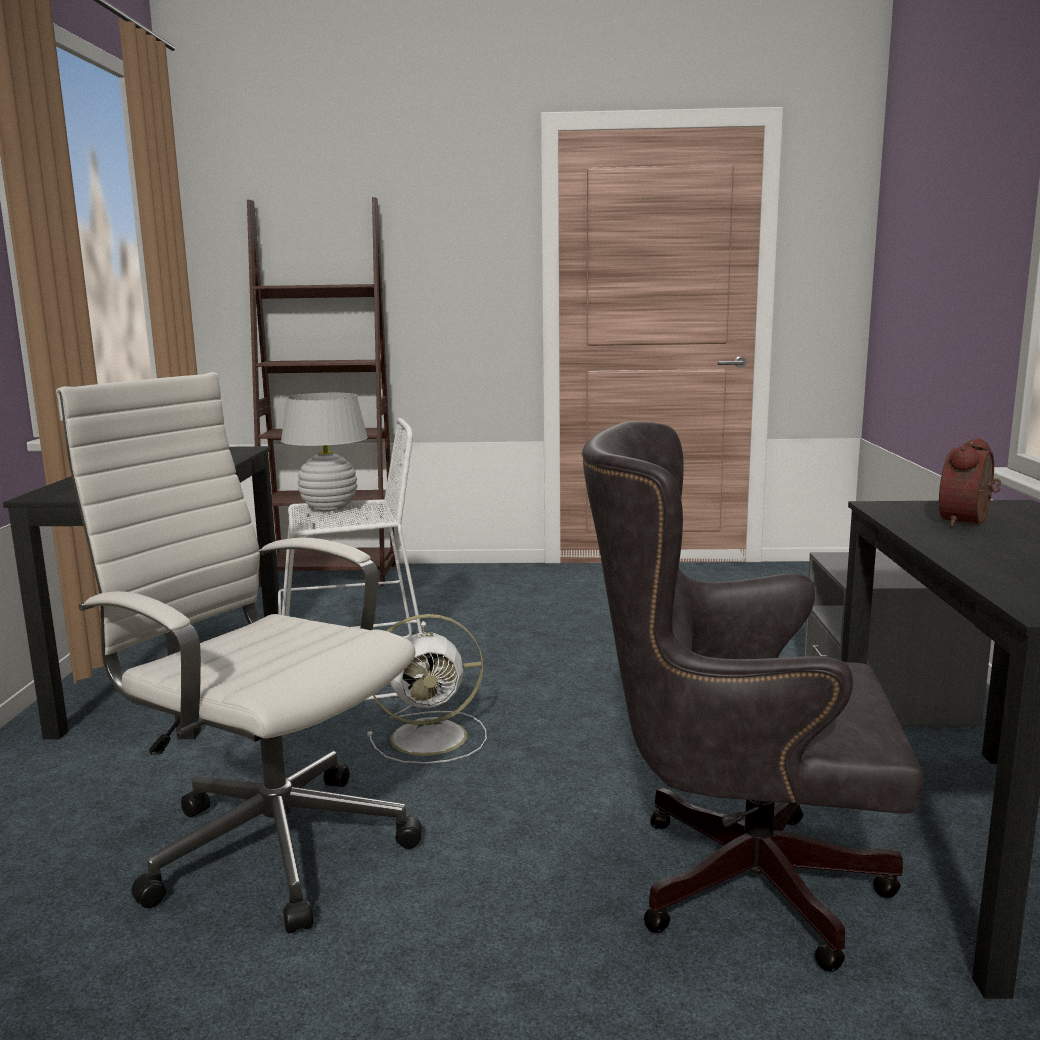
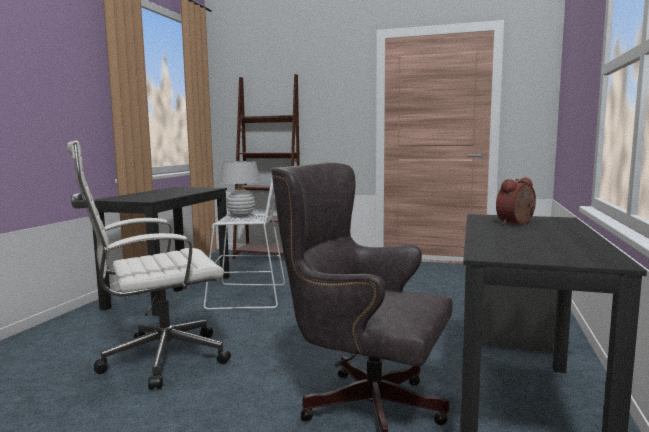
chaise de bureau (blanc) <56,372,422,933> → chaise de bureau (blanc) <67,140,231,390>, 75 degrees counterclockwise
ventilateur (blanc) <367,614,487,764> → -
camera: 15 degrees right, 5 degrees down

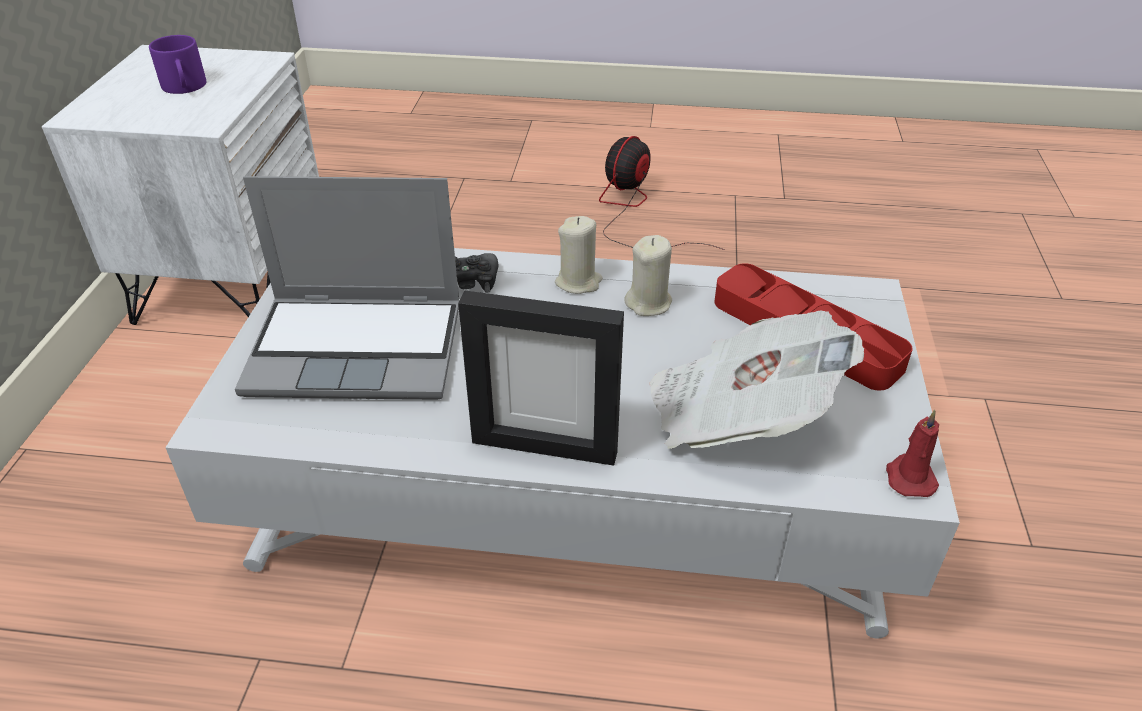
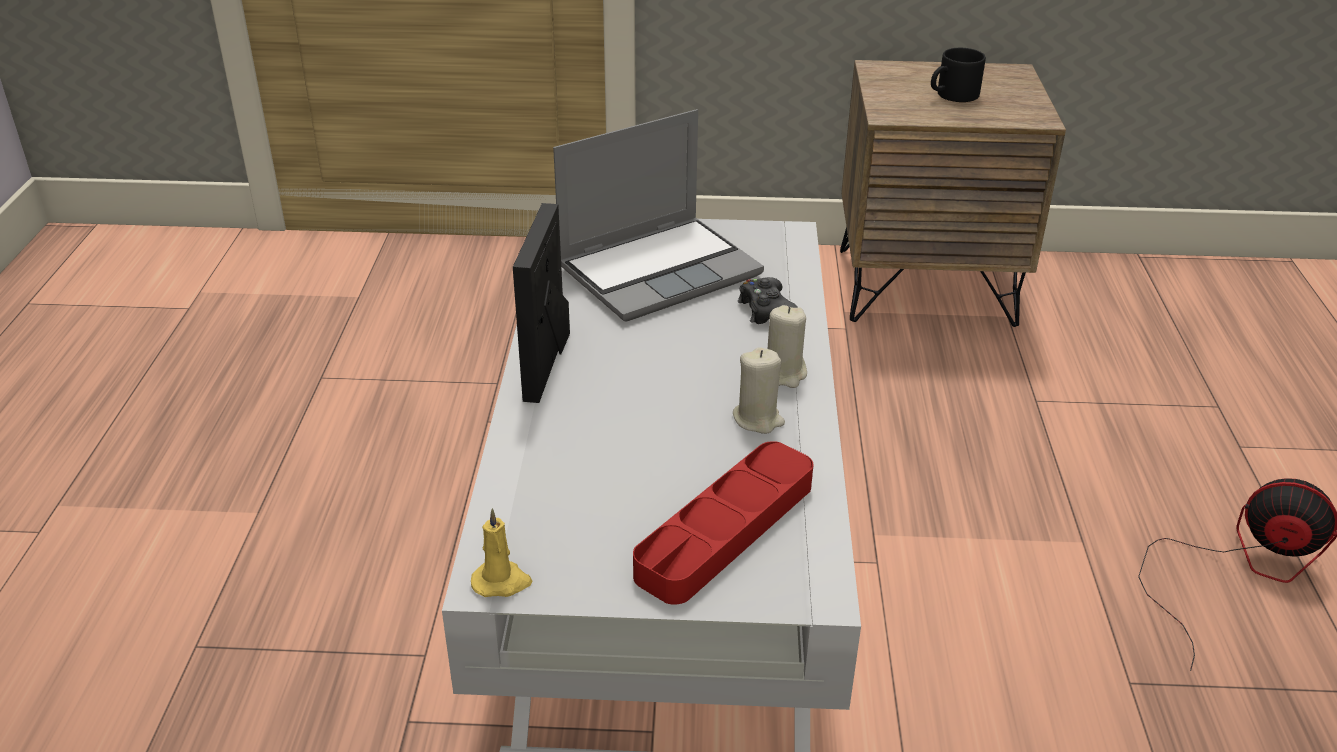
mug (violet) <149,35,206,94> → mug (noir) <931,48,986,102>
table de chevet (blanc) <42,45,319,325> → table de chevet (marron) <840,60,1066,327>
ordinateur portable <235,176,459,400> → ordinateur portable <553,109,764,322>, 120 degrees counterclockwise
journal <649,311,864,449> → -
bougie (rouge) <886,410,939,497> → bougie (jaune) <471,508,532,597>
camera: 85 degrees right, 5 degrees down

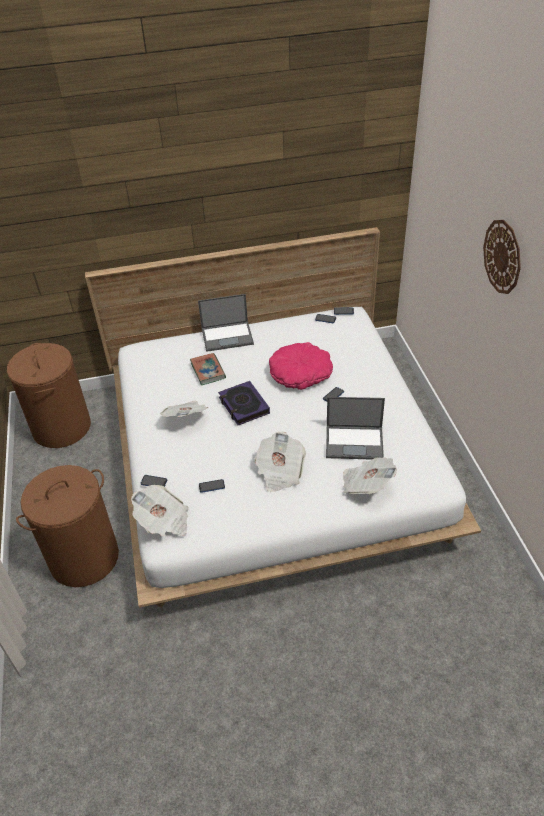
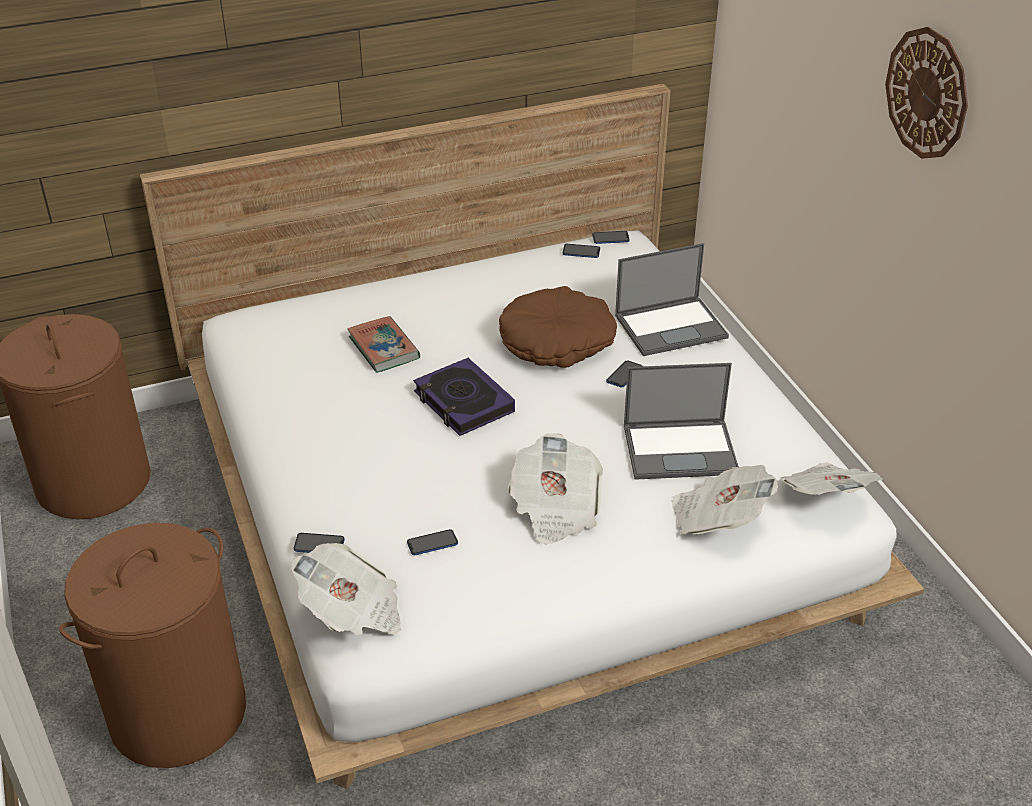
ordinateur portable <198,294,254,352> → ordinateur portable <615,243,729,356>, move
coussin (rose) <269,342,333,390> → coussin (marron) <499,286,617,368>
journal <160,401,208,417> → journal <781,463,882,495>, move
camera: 10 degrees left, 5 degrees down

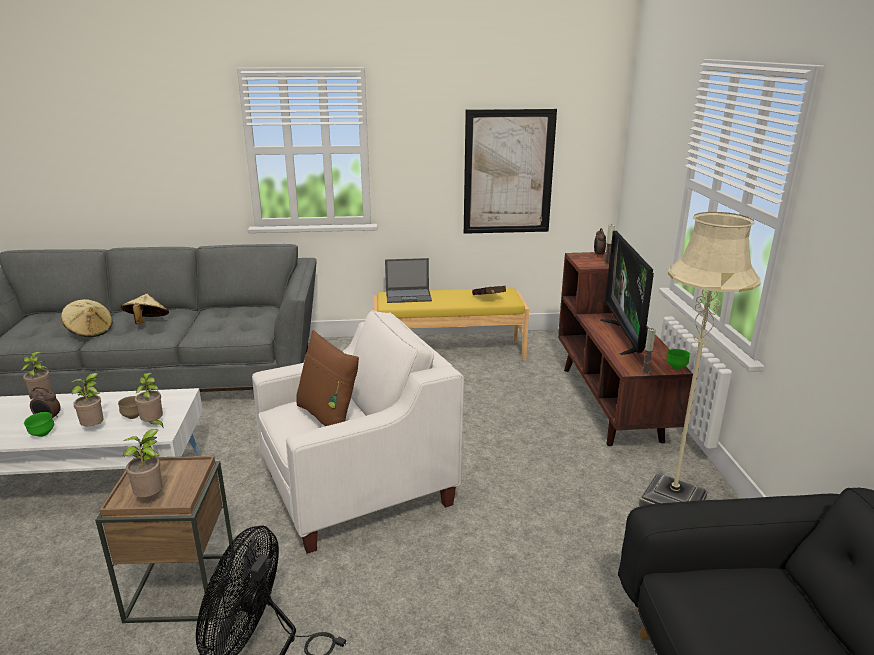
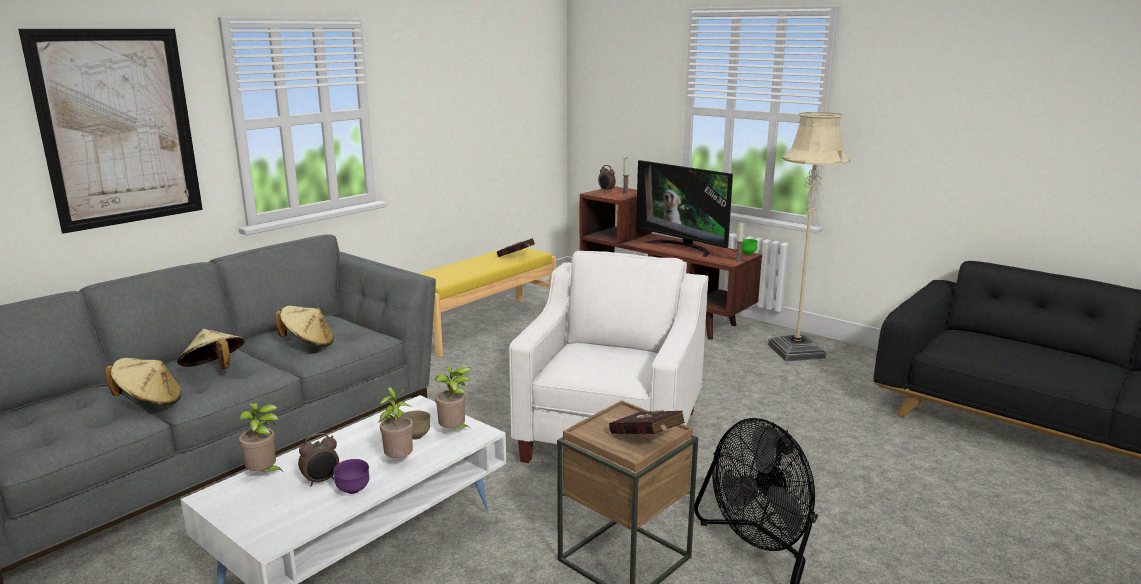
tableau <464,109,557,234> → tableau <18,29,203,233>, move
ordinateur portable <385,258,432,303> → -
coussin (marron) <296,330,359,426> → -
bol (vert) <24,412,54,437> → bol (violet) <333,459,369,494>
plante en pot <123,429,167,497> → livre (rouge) <609,411,685,434>
- → chapeau (beige) <275,306,334,347>
camera: 45 degrees left, 5 degrees down

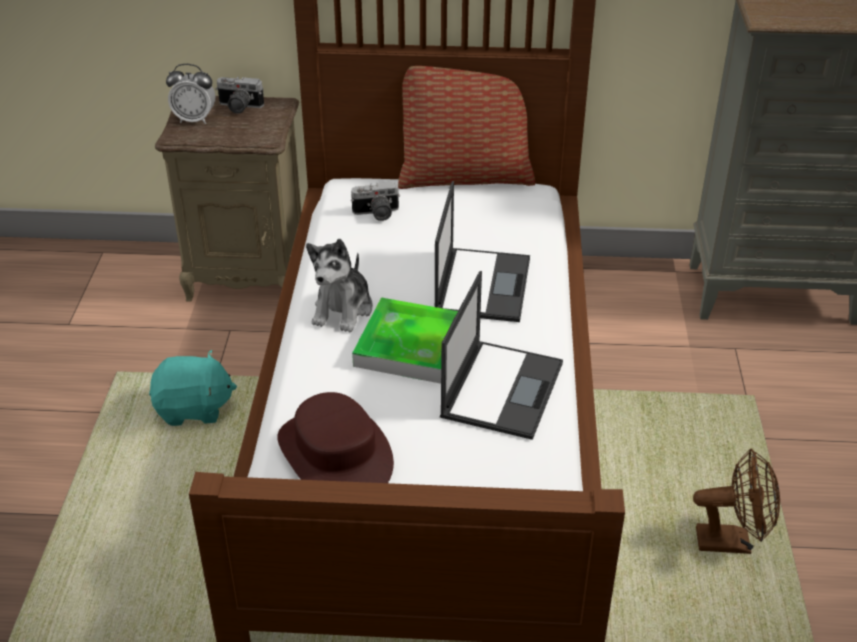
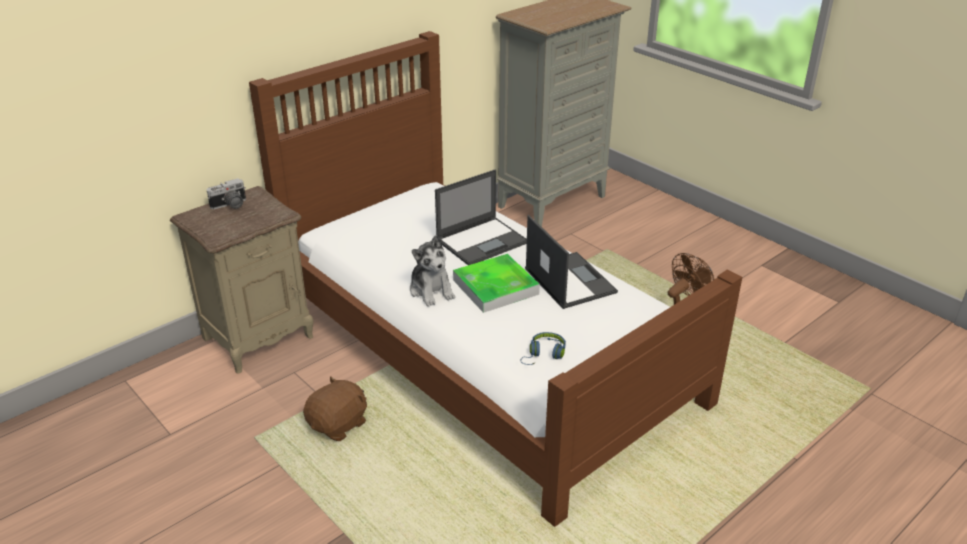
réveil <166,64,215,124> → -
coussin <398,66,535,189> → -
appareil photo <351,181,400,221> → -
ordinateur portable <435,181,530,322> → ordinateur portable <435,169,527,265>, 90 degrees clockwise
peluche (turquoise) <149,350,237,426> → peluche (marron) <303,376,367,441>
chapeau (marron) <277,392,394,483> → casque audio (bleu) <520,332,566,365>
camera: 45 degrees left, 5 degrees down

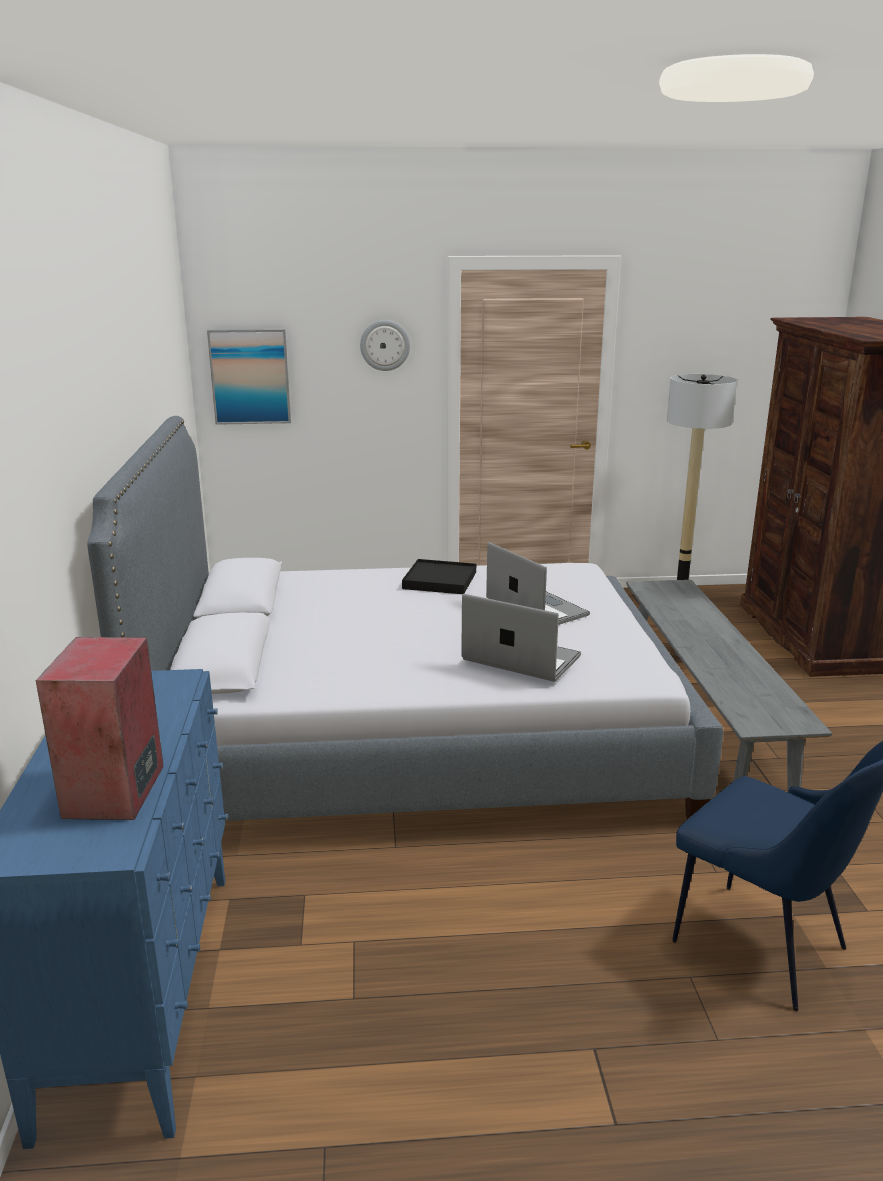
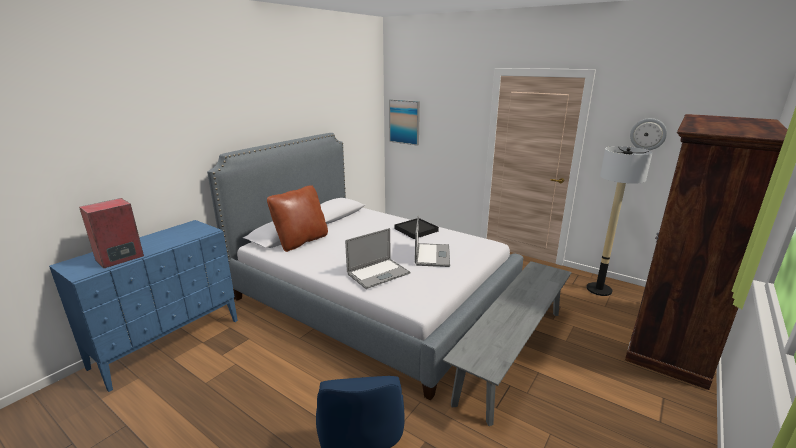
horloge murale <360,320,410,371> → horloge murale <630,118,667,150>, move
ordinateur portable <461,594,581,682> → ordinateur portable <345,228,410,289>, 75 degrees clockwise
- → coussin (marron) <267,185,328,252>
camera: 40 degrees right, 0 degrees up

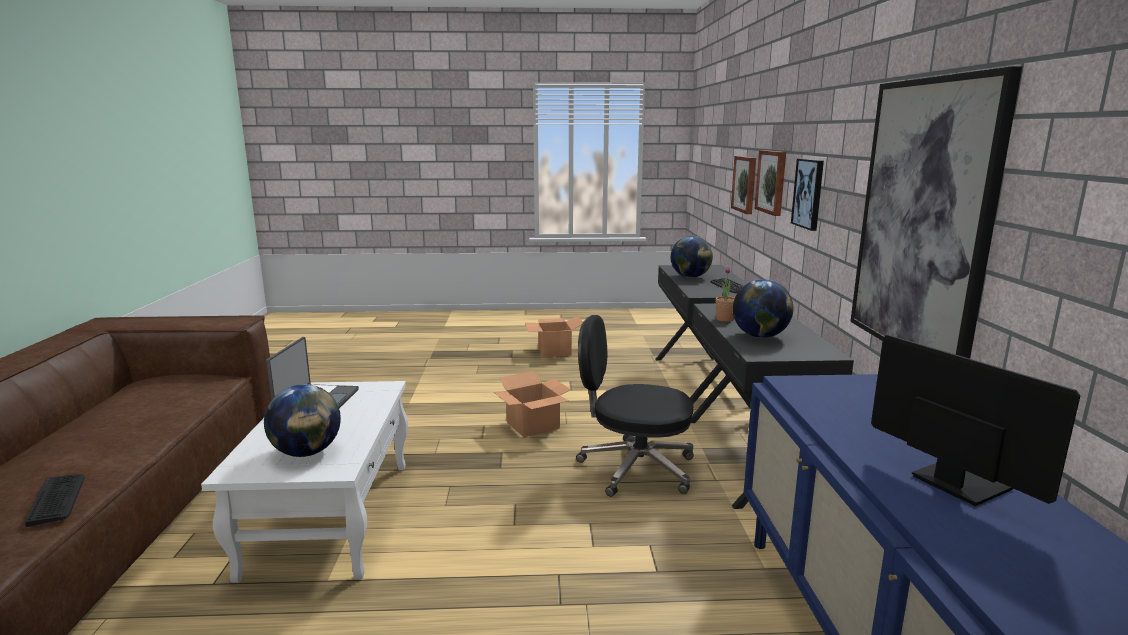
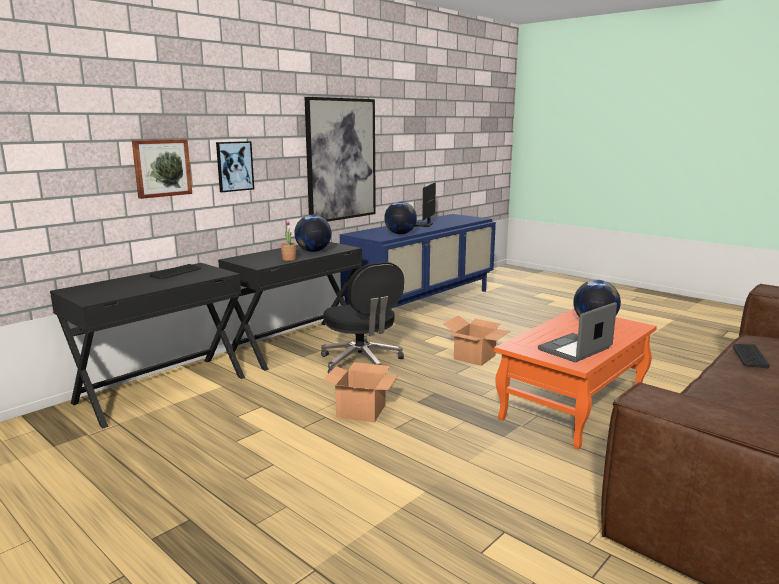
tableau <731,156,756,214> → -
globe <671,236,713,278> → globe <384,201,417,234>, move
carton <525,315,583,357> → carton <443,315,510,366>, move
table basse (blanc) <201,381,408,583> → table basse (orange) <494,309,657,449>
camera: 135 degrees left, 0 degrees up

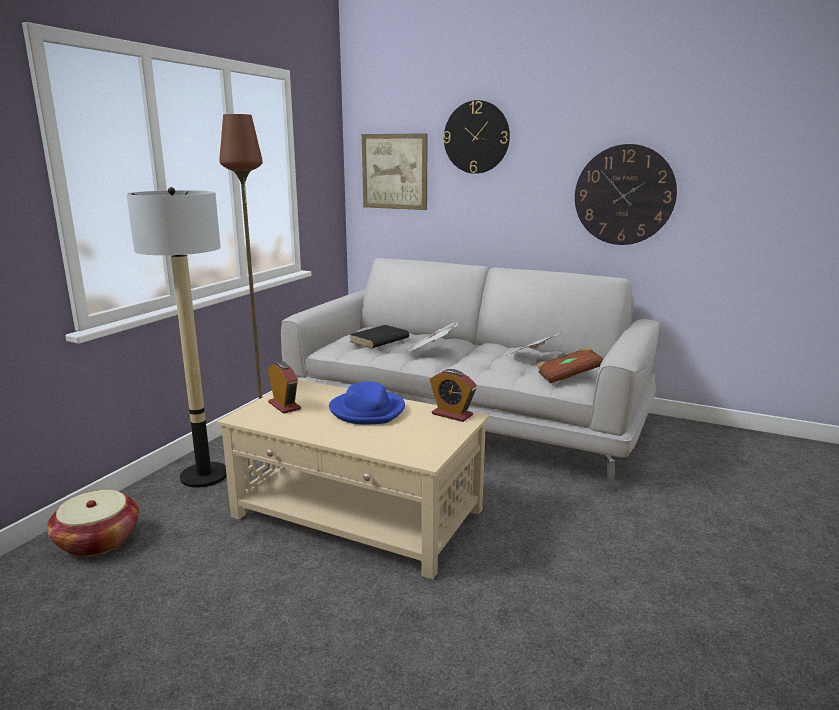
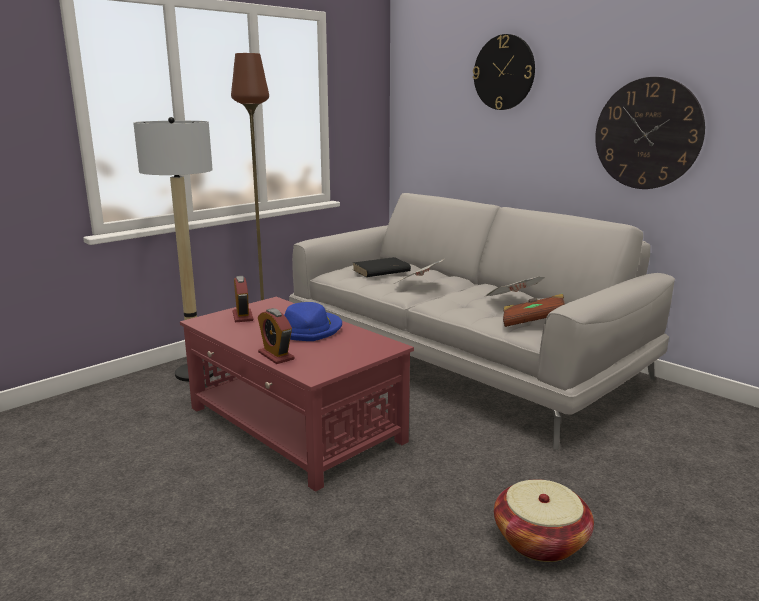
tableau <362,133,428,210> → -
réveil <430,369,477,422> → réveil <258,308,295,364>, move
table basse (beige) <217,380,489,580> → table basse (rouge) <180,297,414,492>
panier <47,490,139,557> → panier <494,479,594,562>, move
camera: 20 degrees right, 0 degrees up

